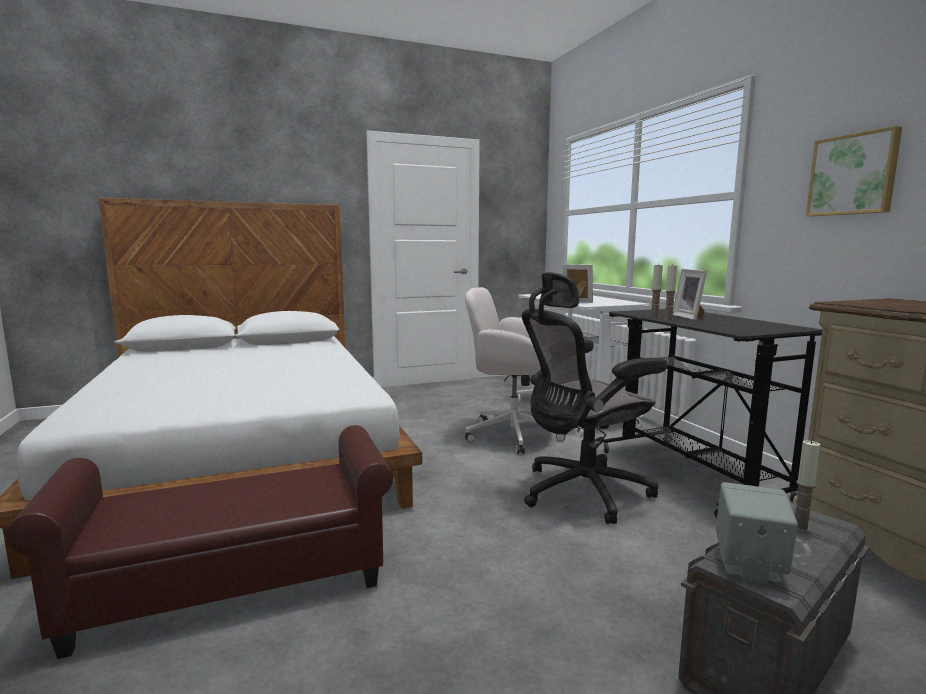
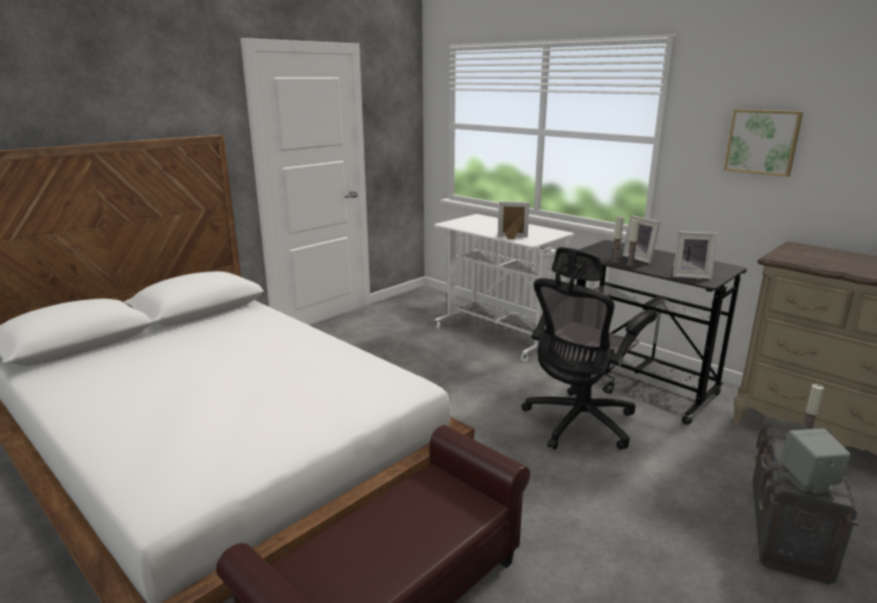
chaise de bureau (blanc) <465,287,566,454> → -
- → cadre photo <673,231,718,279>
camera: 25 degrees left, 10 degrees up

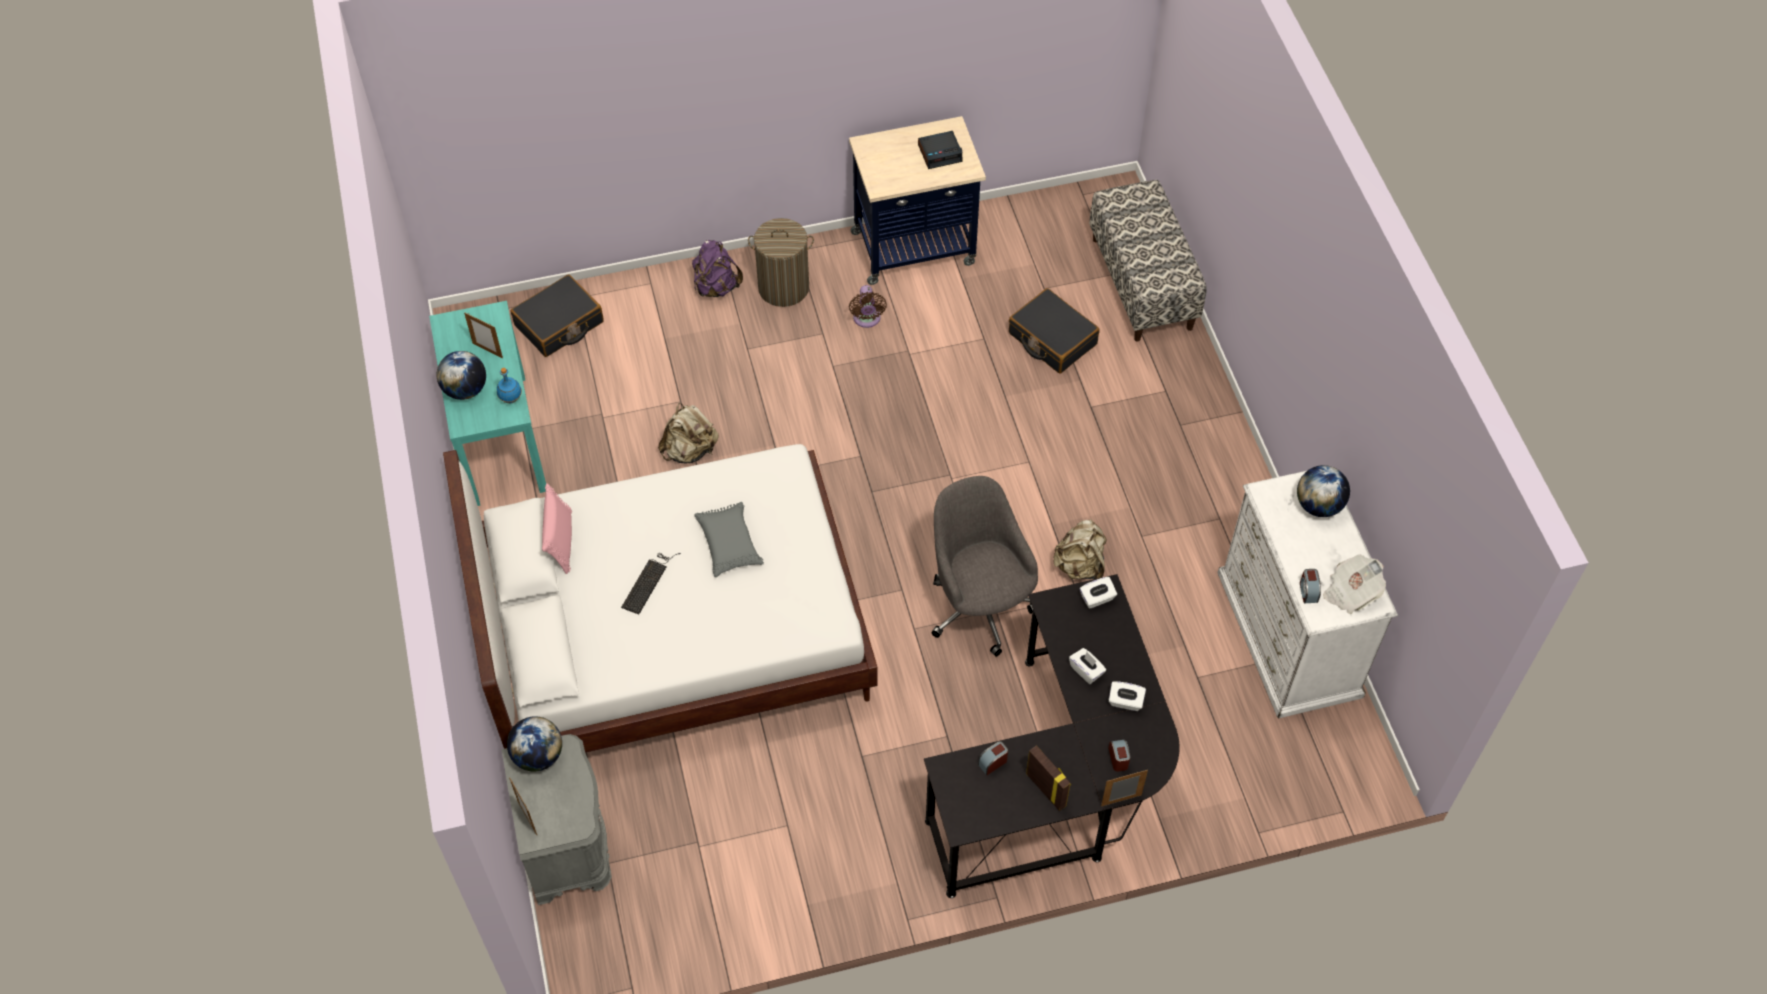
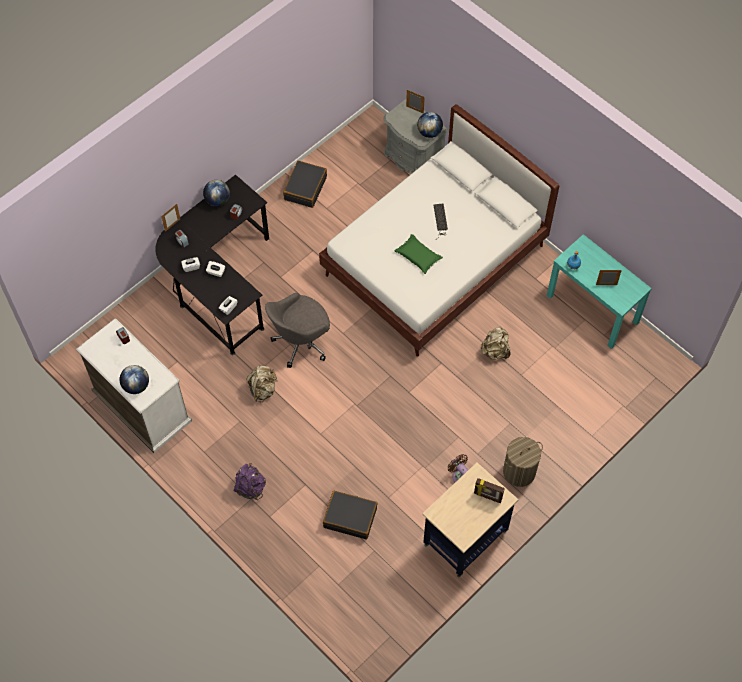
réveil <918,131,963,169> → -
banc <1089,180,1207,342> → -
sac à dos (violet) <692,240,743,297> → sac à dos (violet) <234,464,266,501>, move
valise (noir) <511,274,604,357> → valise (noir) <283,161,327,208>, move
globe <436,351,486,400> → globe <203,180,230,206>, move
chaise de bureau (gris) <931,476,1038,657> → chaise de bureau (gris) <265,293,330,368>, 105 degrees clockwise
coussin (rose) <542,484,572,574> → -
coussin (gris) <694,502,764,577> → coussin (vert) <394,234,443,274>
journal <1323,554,1386,614> → -
cadre photo <1026,746,1071,811> → cadre photo <474,478,505,503>, move
camera: 150 degrees right, 5 degrees up

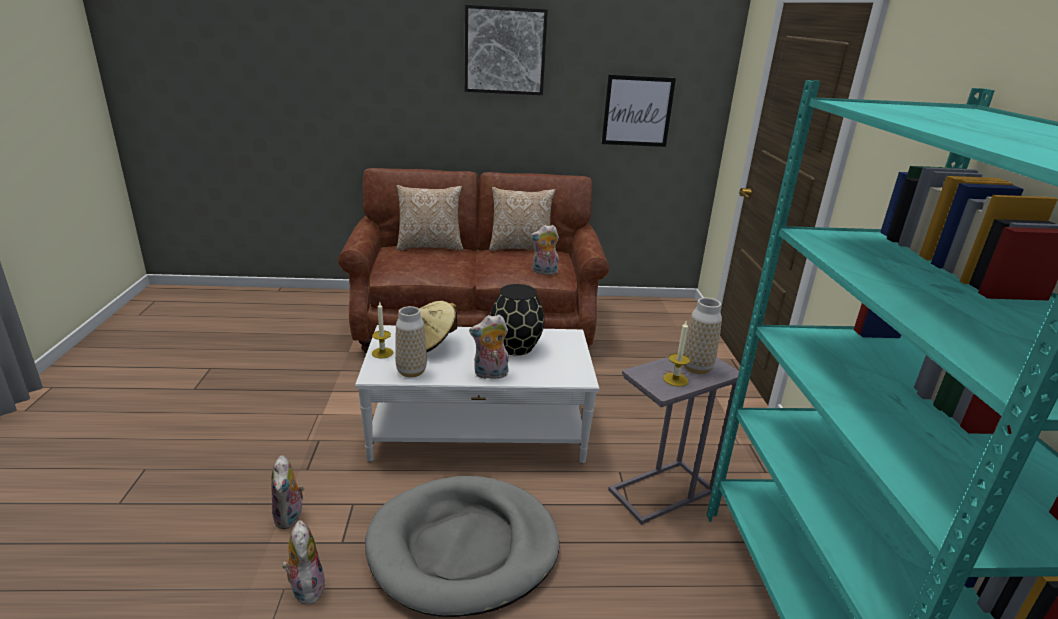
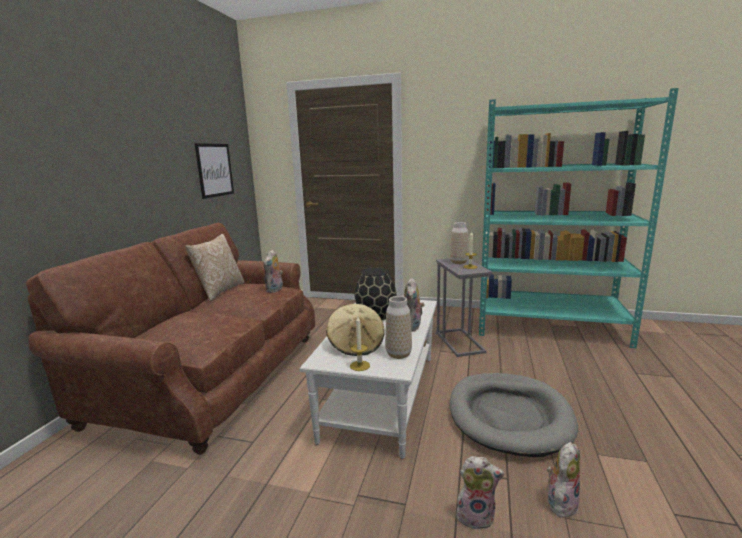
tableau <465,5,548,95> → -
coussin <396,185,463,251> → -
peluche <282,520,326,604> → peluche <547,442,580,519>, 135 degrees clockwise
camera: 70 degrees left, 10 degrees down

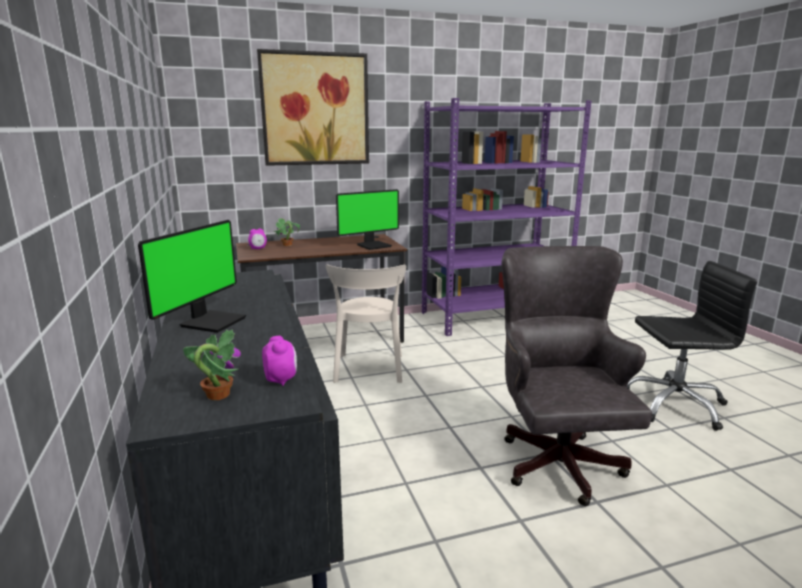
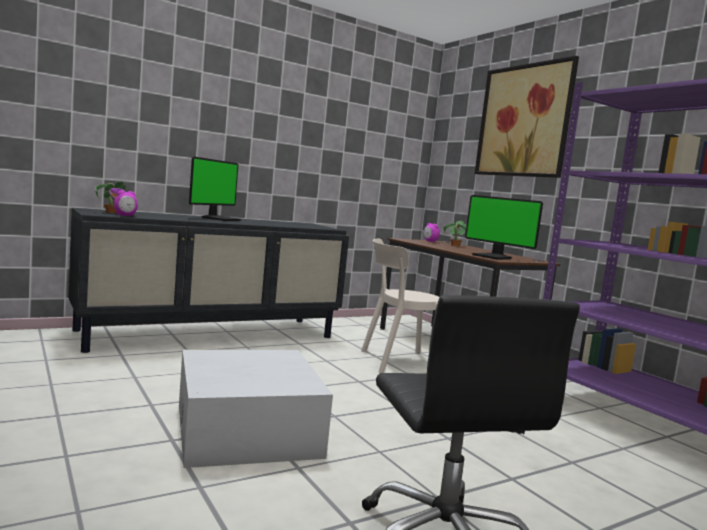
écran d'ordinateur <138,220,246,333> → écran d'ordinateur <189,156,241,221>, 75 degrees counterclockwise
chaise de bureau (gris) <502,246,652,506> → boîte de rangement (blanc) <179,349,333,468>
camera: 75 degrees right, 10 degrees down

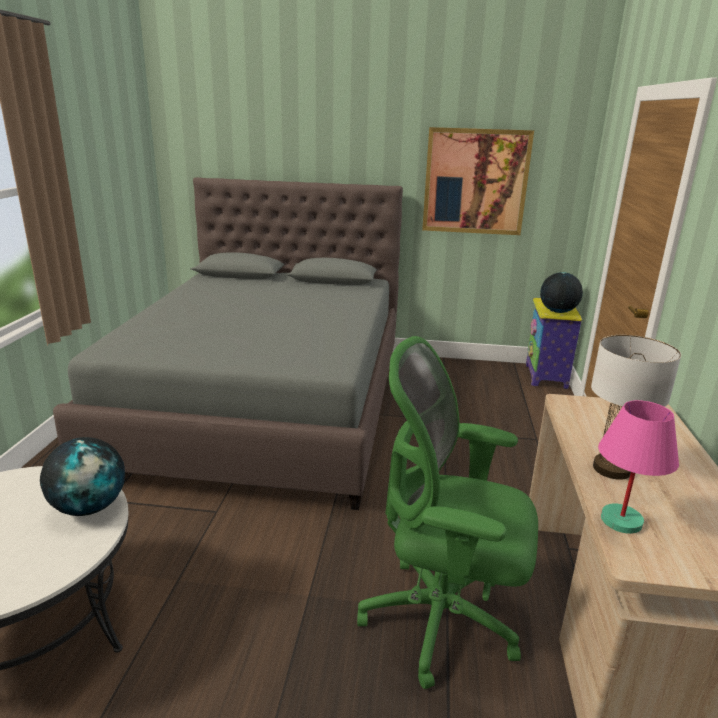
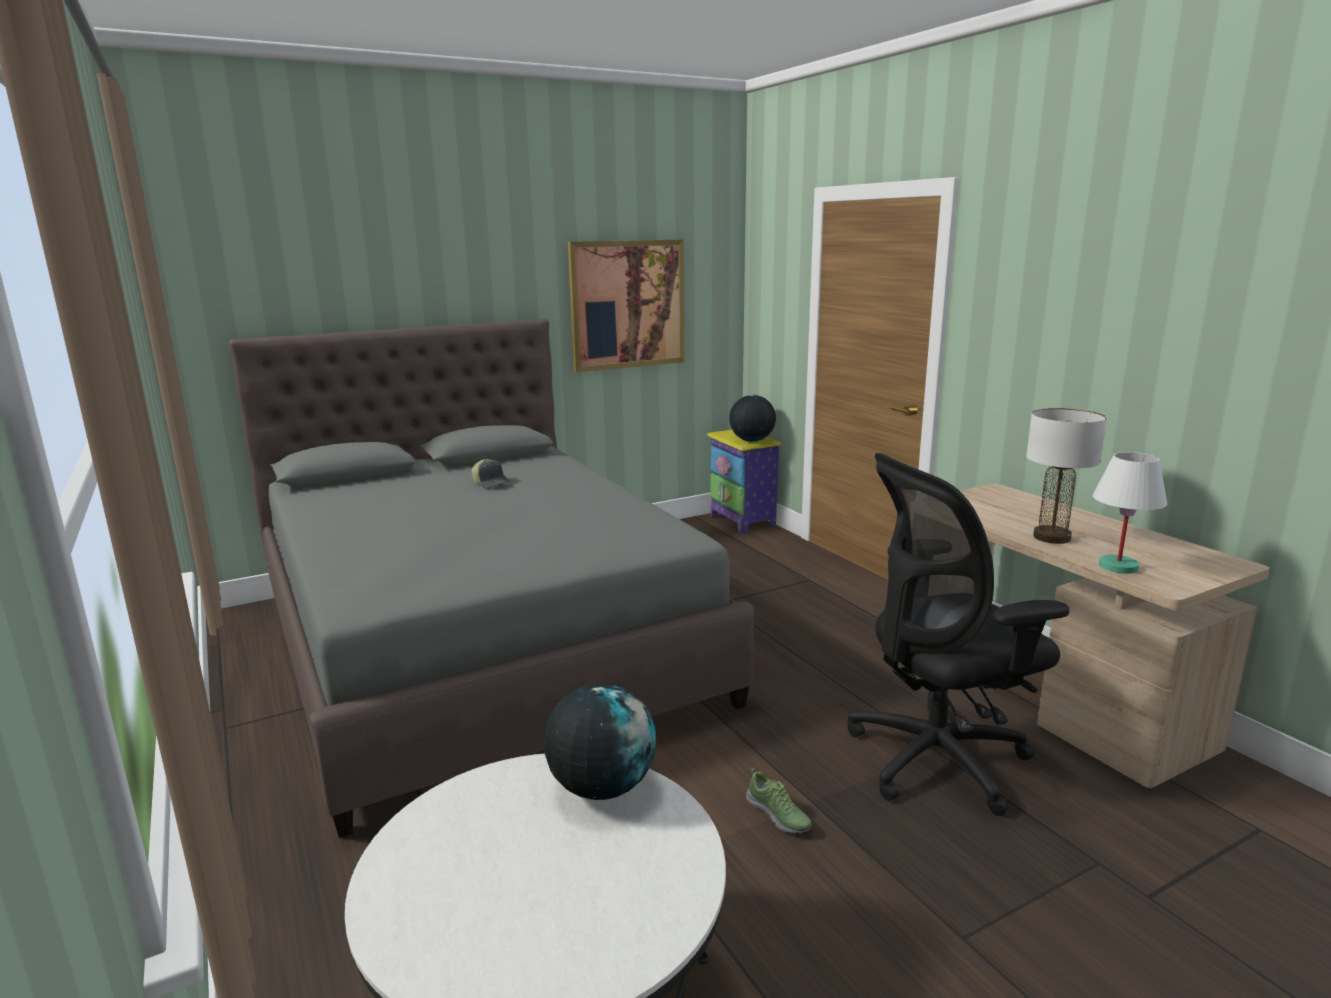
chaise de bureau (vert) <357,336,538,689> → chaise de bureau (noir) <848,453,1069,816>
lampe de table (rose) <598,400,679,534> → lampe de table (blanc) <1093,452,1167,574>
- → casquette <471,459,510,489>
- → chaussure <746,768,812,833>
camera: 35 degrees left, 5 degrees down

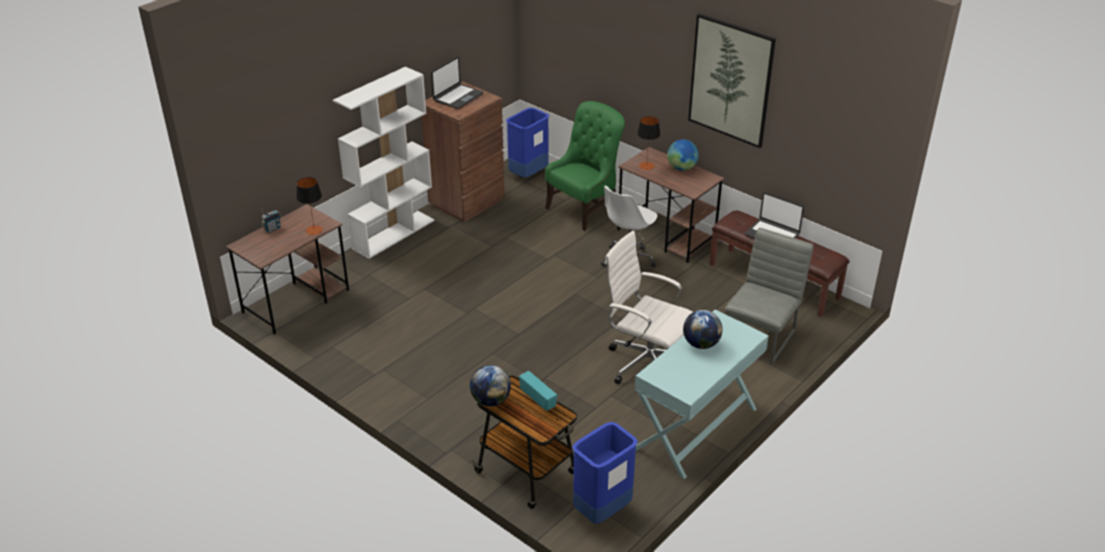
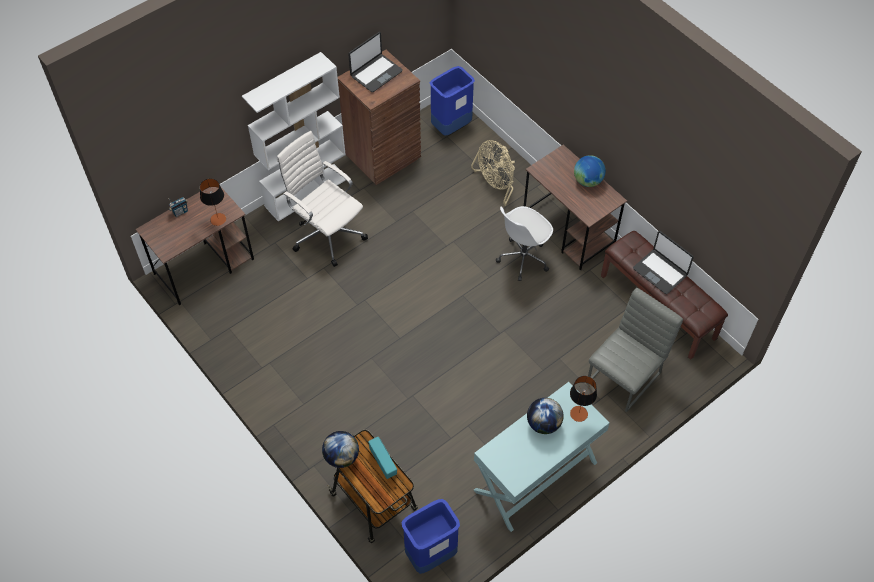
tableau <688,14,776,148> → -
chaise (vert) <545,101,625,231> → ventilateur (beige) <471,140,515,206>
lampe de table <637,116,660,170> → lampe de table <570,376,597,422>, move
chaise de bureau (blanc) <604,231,693,384> → chaise de bureau (blanc) <277,131,368,267>, move
camera: 10 degrees right, 20 degrees up

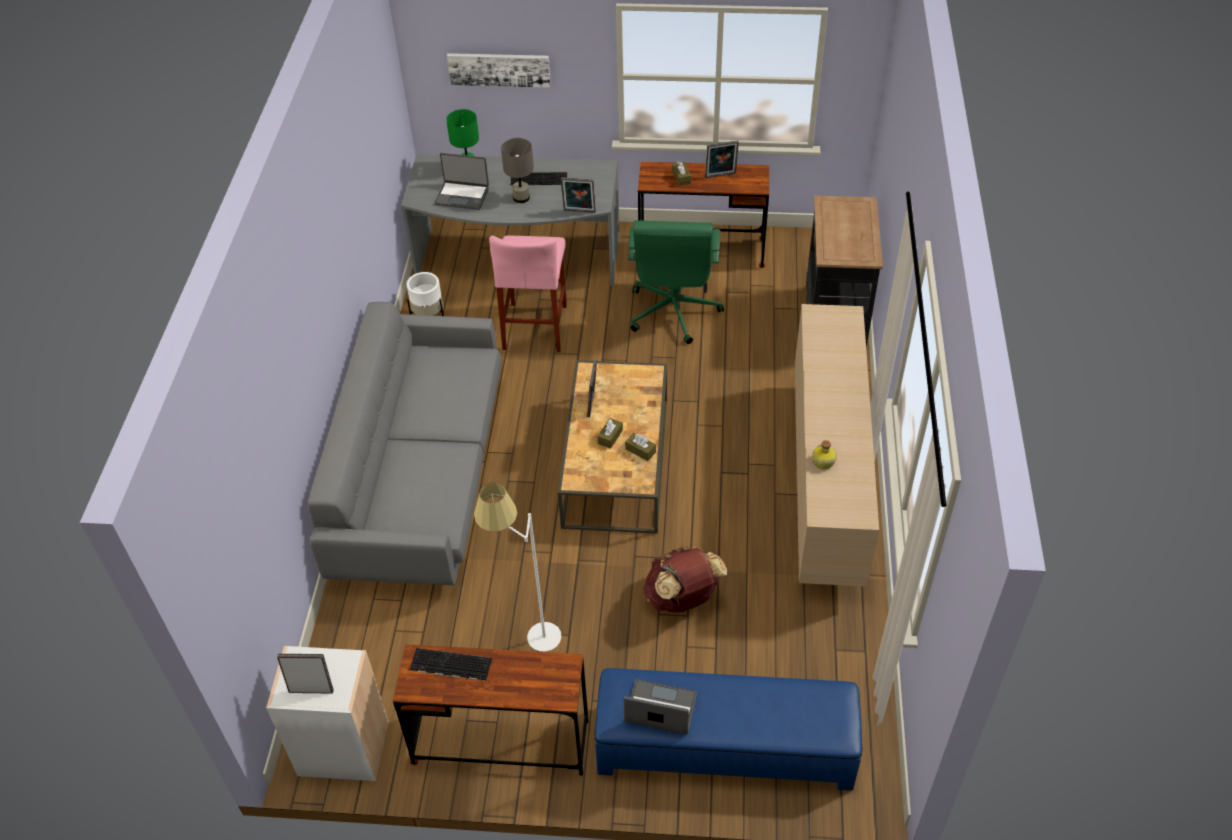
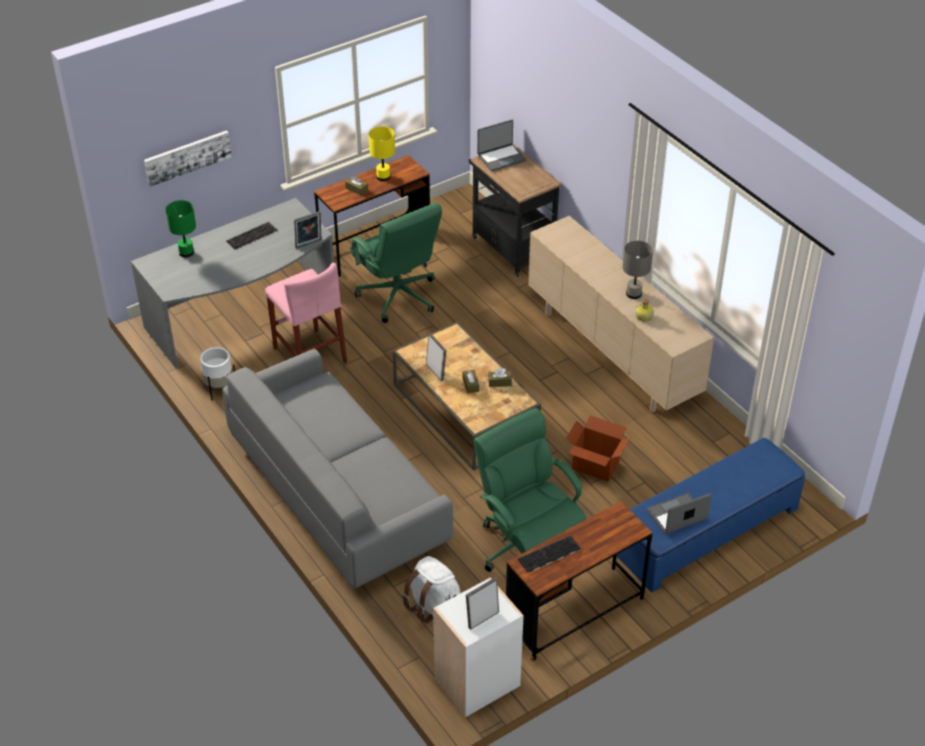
lampe de table (gris) <501,138,534,203> → lampe de table (gris) <623,241,653,299>, move
cadre photo <705,141,739,178> → lampe de table (jaune) <369,126,395,181>
ordinateur portable <434,153,489,210> → ordinateur portable <477,120,526,172>, move
lampadaire (blanc) <474,483,561,652> → chaise de bureau (vert) <474,408,586,572>
sac à dos (marron) <643,546,727,612> → carton <566,415,630,482>
- → sac à dos (blanc) <402,556,460,624>
camera: 40 degrees left, 5 degrees down

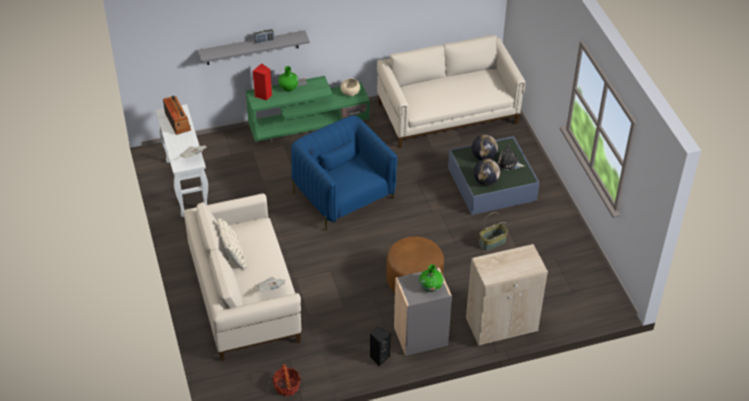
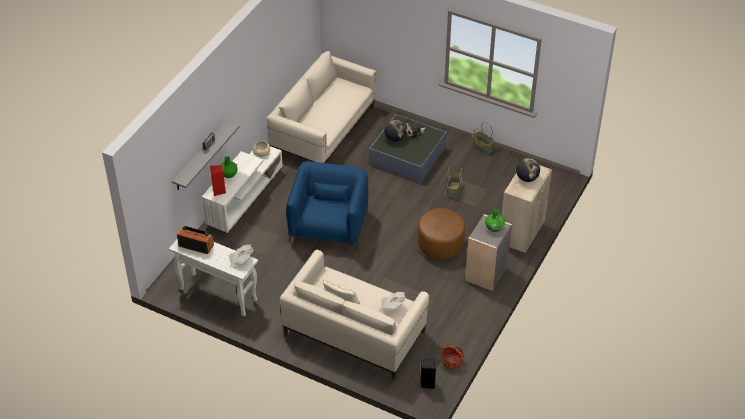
meuble télé (vert) <246,76,370,143> → meuble télé (blanc) <202,146,283,233>
fauteuil (bleu) <291,116,397,231> → fauteuil (bleu) <286,161,368,250>, 90 degrees clockwise
globe <473,159,500,185> → globe <516,158,540,182>, move
enceinte (noir) <370,327,391,367> → enceinte (noir) <420,357,436,389>, move
- → panier <472,122,494,154>
camera: 45 degrees left, 0 degrees up

